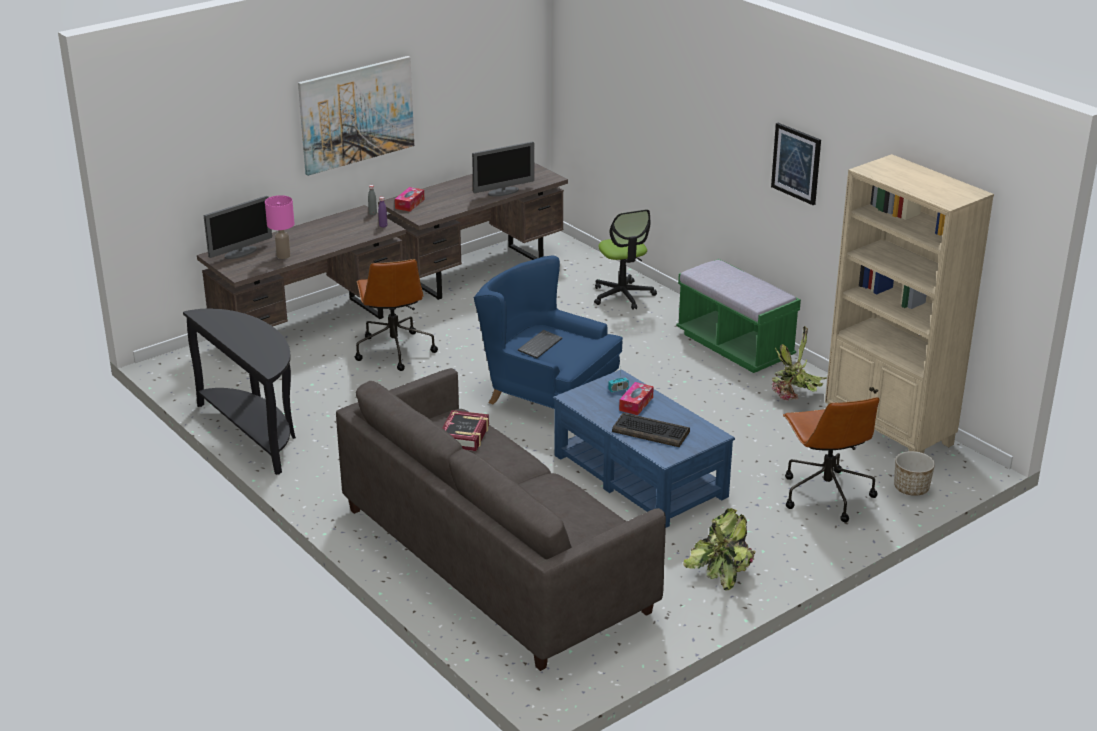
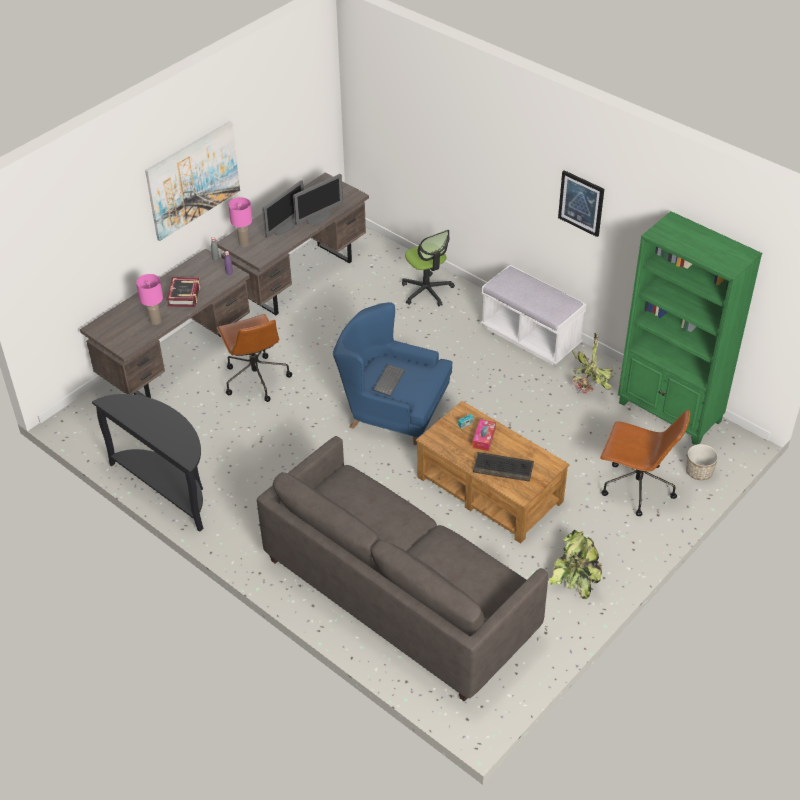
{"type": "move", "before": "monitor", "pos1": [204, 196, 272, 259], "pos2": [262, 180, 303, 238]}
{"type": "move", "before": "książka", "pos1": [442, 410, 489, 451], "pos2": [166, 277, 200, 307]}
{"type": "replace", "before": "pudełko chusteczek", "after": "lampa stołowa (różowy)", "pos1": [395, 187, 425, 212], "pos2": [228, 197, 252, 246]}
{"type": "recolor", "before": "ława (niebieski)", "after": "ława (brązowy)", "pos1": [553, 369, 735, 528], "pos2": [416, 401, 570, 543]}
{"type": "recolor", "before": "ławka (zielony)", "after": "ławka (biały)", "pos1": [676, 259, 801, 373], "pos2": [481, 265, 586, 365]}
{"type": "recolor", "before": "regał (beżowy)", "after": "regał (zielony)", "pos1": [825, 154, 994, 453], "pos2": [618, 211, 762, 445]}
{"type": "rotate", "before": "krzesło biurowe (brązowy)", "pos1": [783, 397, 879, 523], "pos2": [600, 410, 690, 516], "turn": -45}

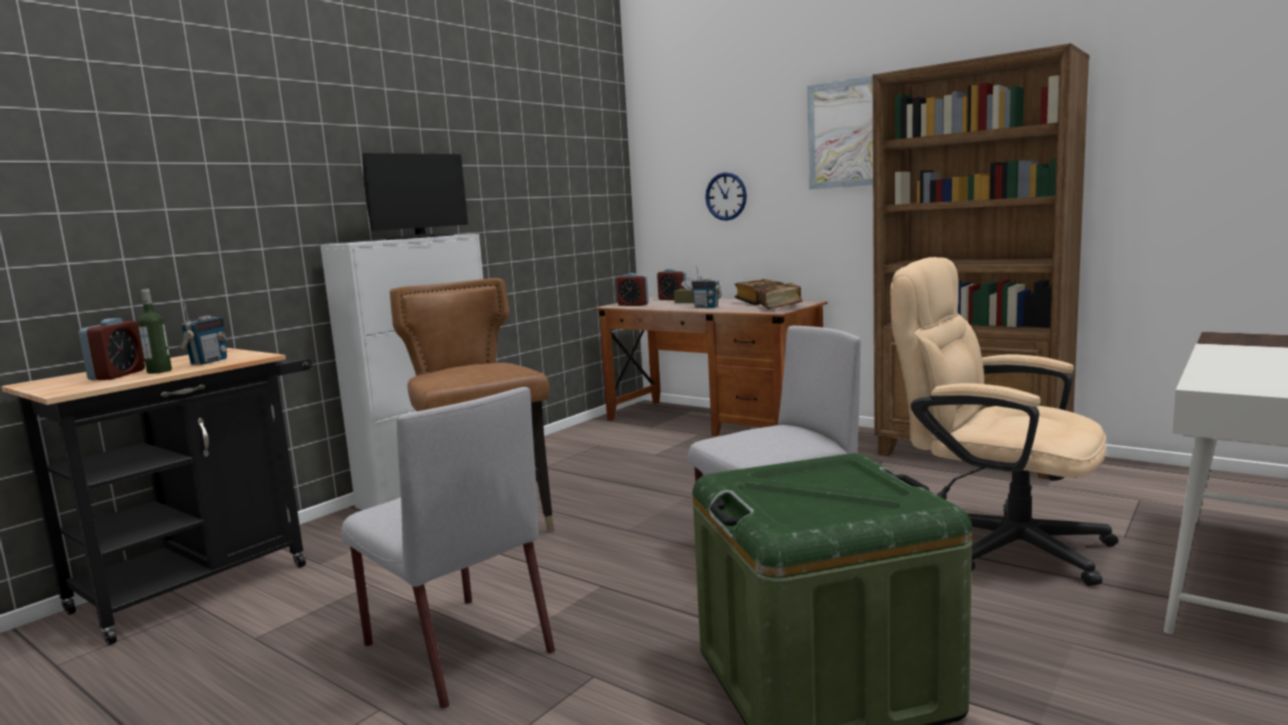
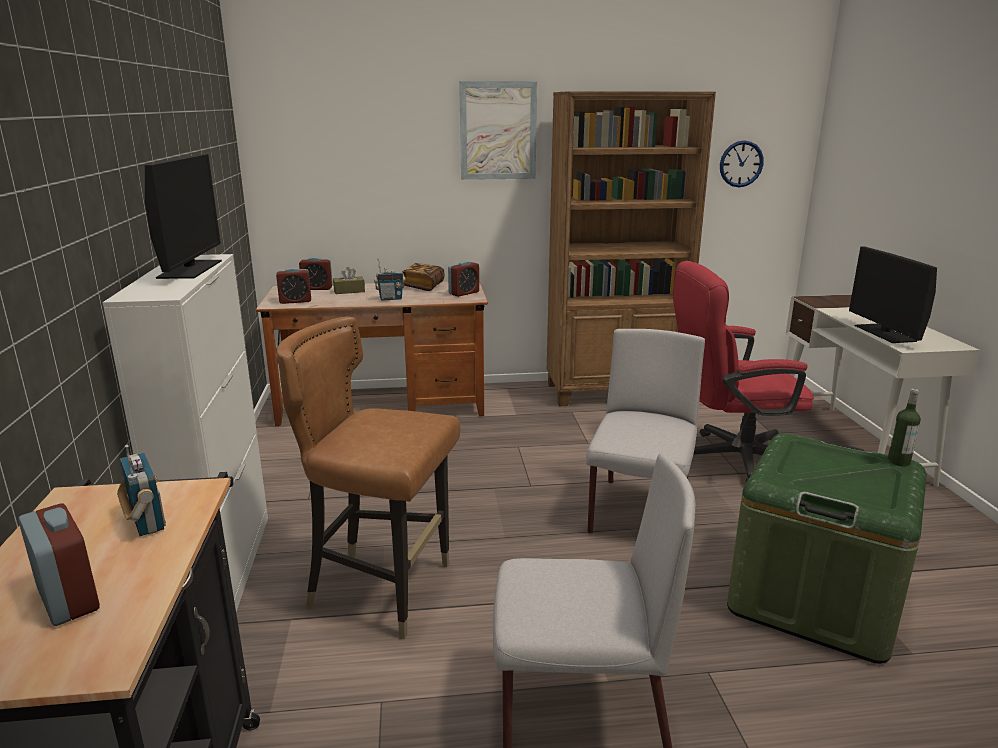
{"type": "insert", "after": "monitor", "pos2": [849, 246, 937, 343]}
{"type": "move", "before": "butelka", "pos1": [138, 289, 172, 374], "pos2": [888, 388, 921, 466]}
{"type": "move", "before": "zegar ścienny", "pos1": [705, 172, 747, 221], "pos2": [720, 140, 764, 187]}
{"type": "replace", "before": "książka", "after": "budzik", "pos1": [758, 283, 803, 310], "pos2": [448, 261, 479, 297]}
{"type": "recolor", "before": "krzesło biurowe (beżowy)", "after": "krzesło biurowe (czerwony)", "pos1": [890, 257, 1118, 586], "pos2": [673, 261, 814, 483]}

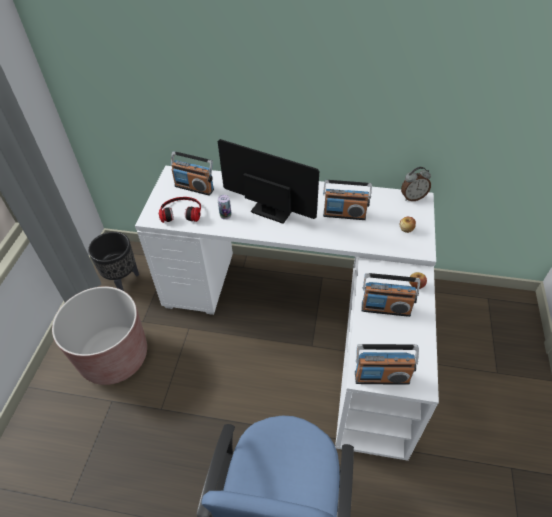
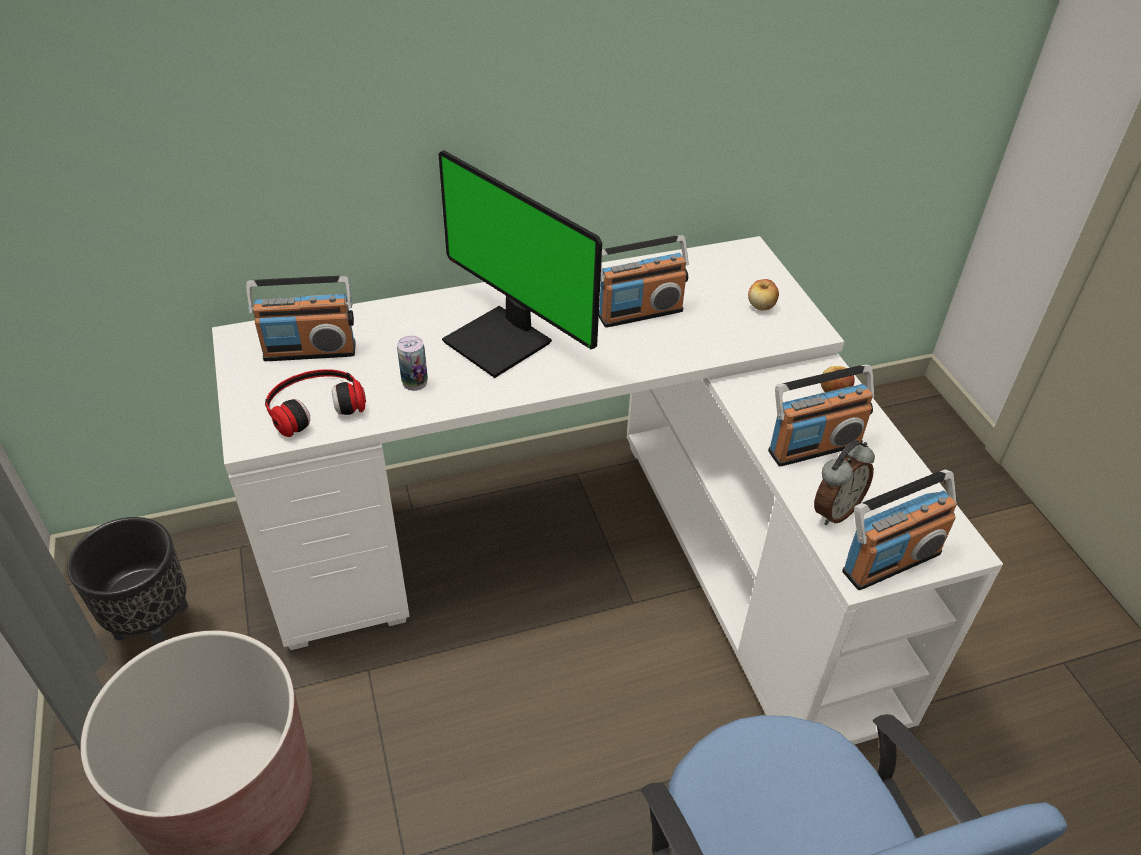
{"type": "move", "before": "budzik", "pos1": [401, 167, 431, 201], "pos2": [814, 440, 875, 525]}
{"type": "rotate", "before": "monitor", "pos1": [218, 139, 319, 224], "pos2": [438, 150, 602, 378], "turn": -135}

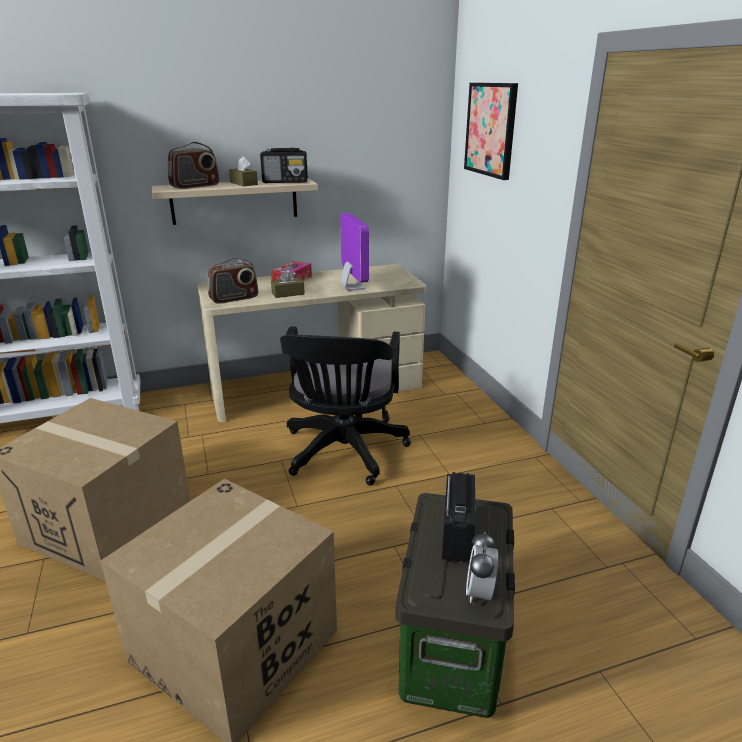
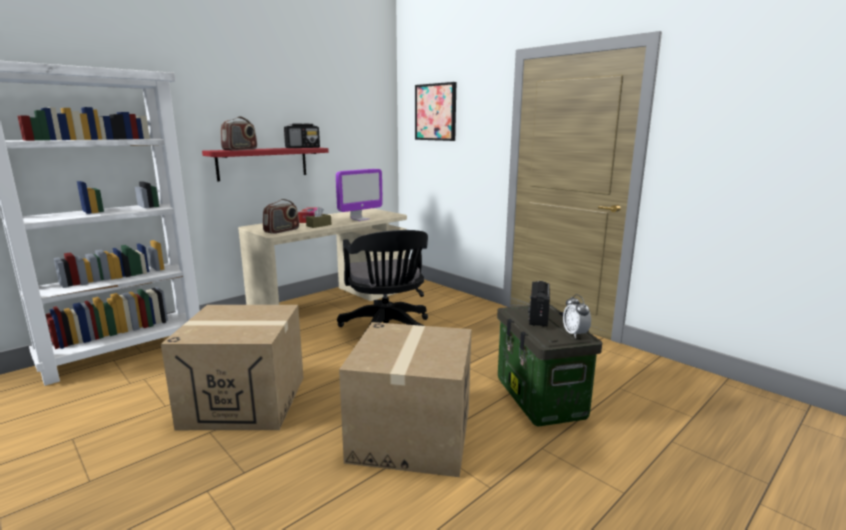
{"type": "delete", "before": "pudełko chusteczek (brązowy)", "pos1": [229, 157, 258, 186]}
{"type": "recolor", "before": "półka (beżowy)", "after": "półka (czerwony)", "pos1": [152, 178, 318, 225], "pos2": [202, 148, 329, 181]}
{"type": "rotate", "before": "monitor", "pos1": [340, 213, 369, 291], "pos2": [336, 169, 383, 221], "turn": 90}
{"type": "rotate", "before": "radio", "pos1": [442, 472, 476, 563], "pos2": [528, 281, 550, 327], "turn": -150}

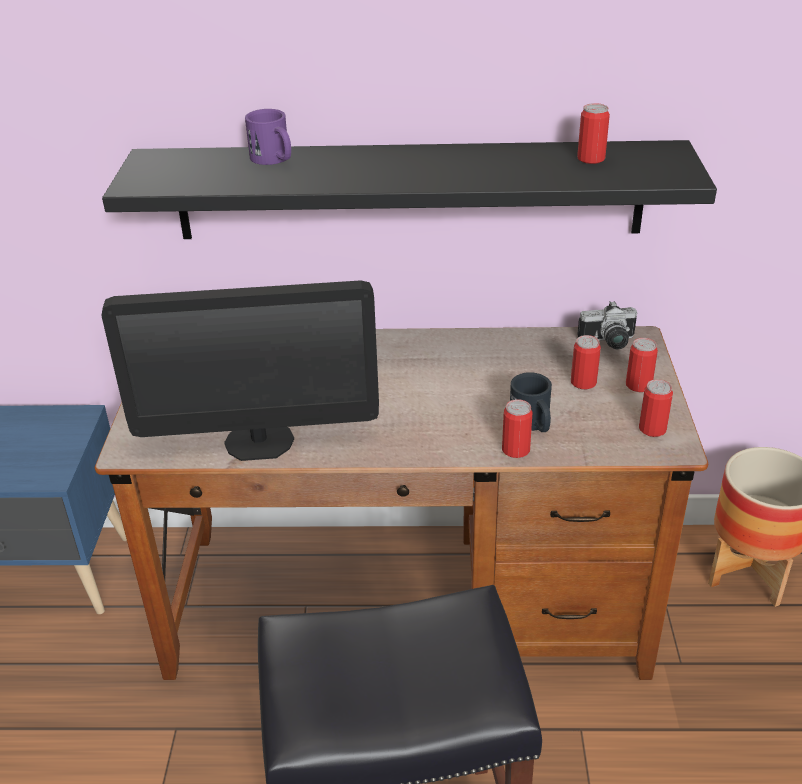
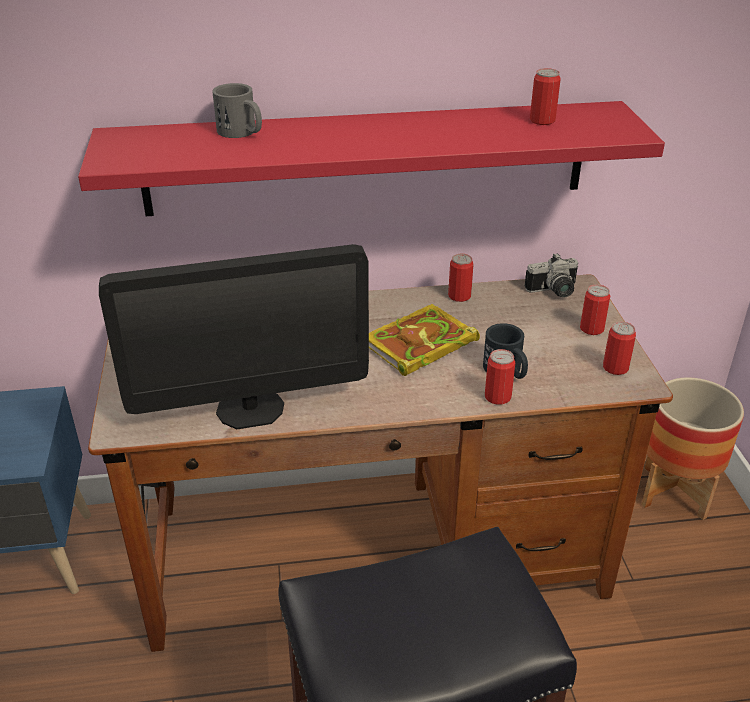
{"type": "insert", "after": "książka", "pos2": [369, 304, 480, 376]}
{"type": "move", "before": "puszka", "pos1": [571, 335, 601, 389], "pos2": [448, 254, 473, 302]}
{"type": "recolor", "before": "półka (czarny)", "after": "półka (czerwony)", "pos1": [102, 140, 717, 239], "pos2": [78, 101, 665, 216]}
{"type": "recolor", "before": "kubek (fioletowy)", "after": "kubek (szary)", "pos1": [245, 109, 291, 165], "pos2": [212, 83, 262, 138]}

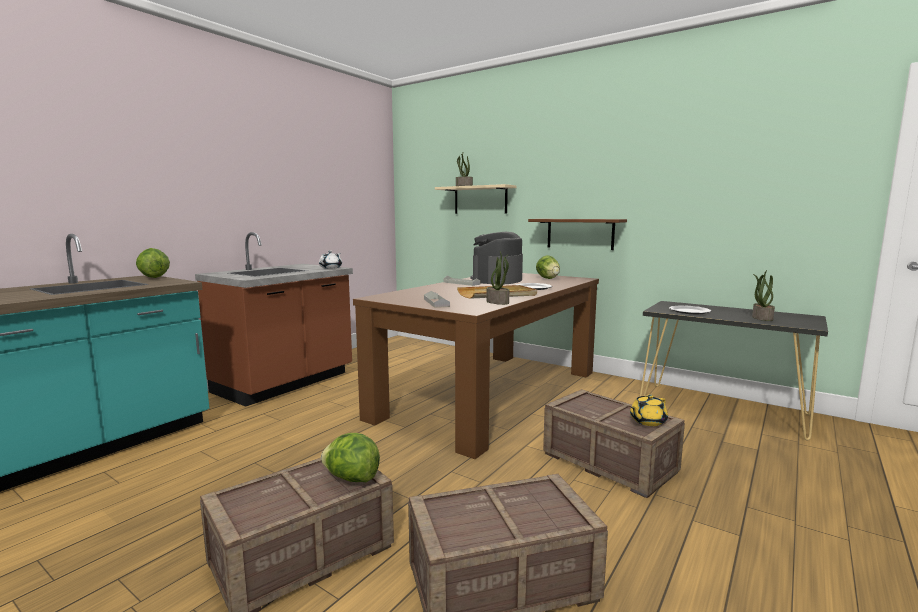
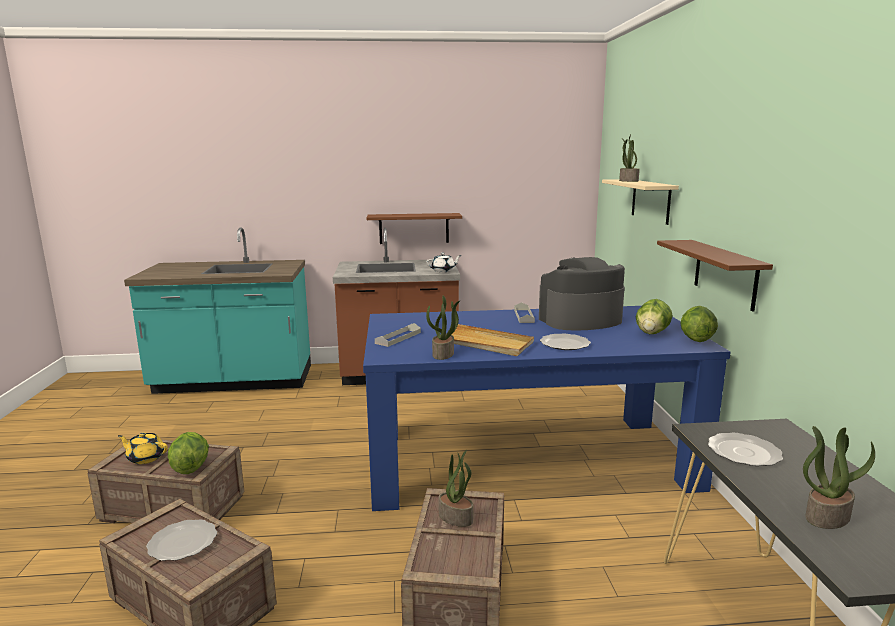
{"type": "insert", "after": "talerz", "pos2": [146, 519, 217, 561]}
{"type": "insert", "after": "półka (brązowy)", "pos2": [367, 213, 462, 244]}
{"type": "insert", "after": "roślina doniczkowa", "pos2": [439, 450, 473, 527]}
{"type": "move", "before": "sałata", "pos1": [136, 248, 170, 278], "pos2": [681, 306, 718, 342]}
{"type": "move", "before": "imbryk (żółty)", "pos1": [630, 394, 668, 426], "pos2": [118, 432, 168, 464]}
{"type": "recolor", "before": "stół jadalny (brązowy)", "after": "stół jadalny (niebieski)", "pos1": [353, 273, 599, 459], "pos2": [363, 306, 731, 511]}

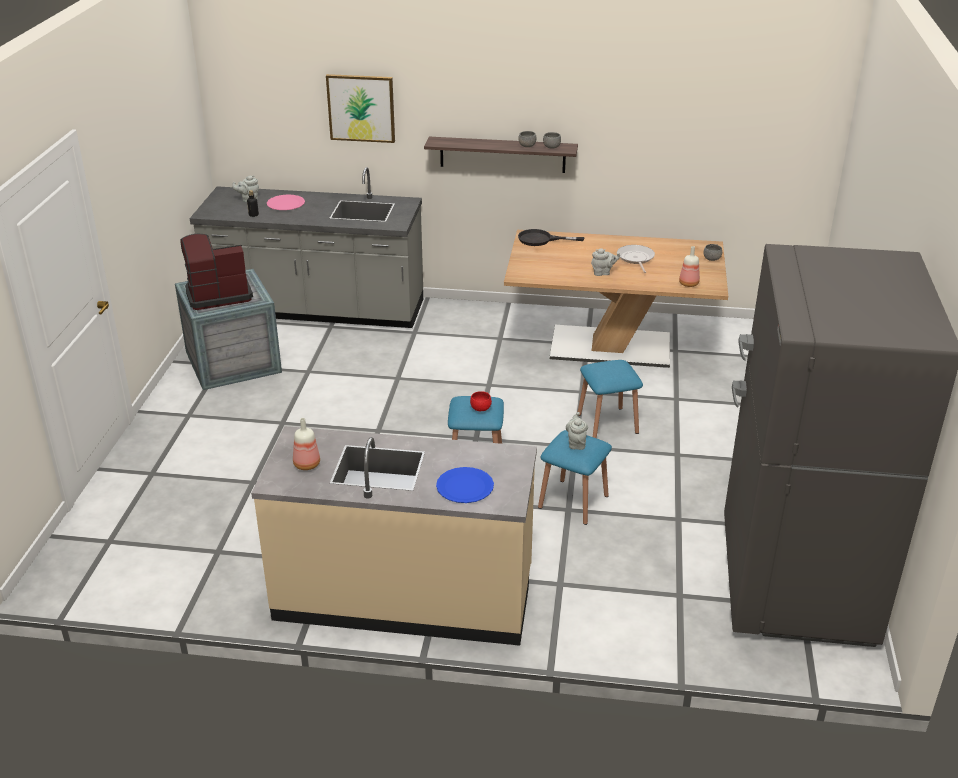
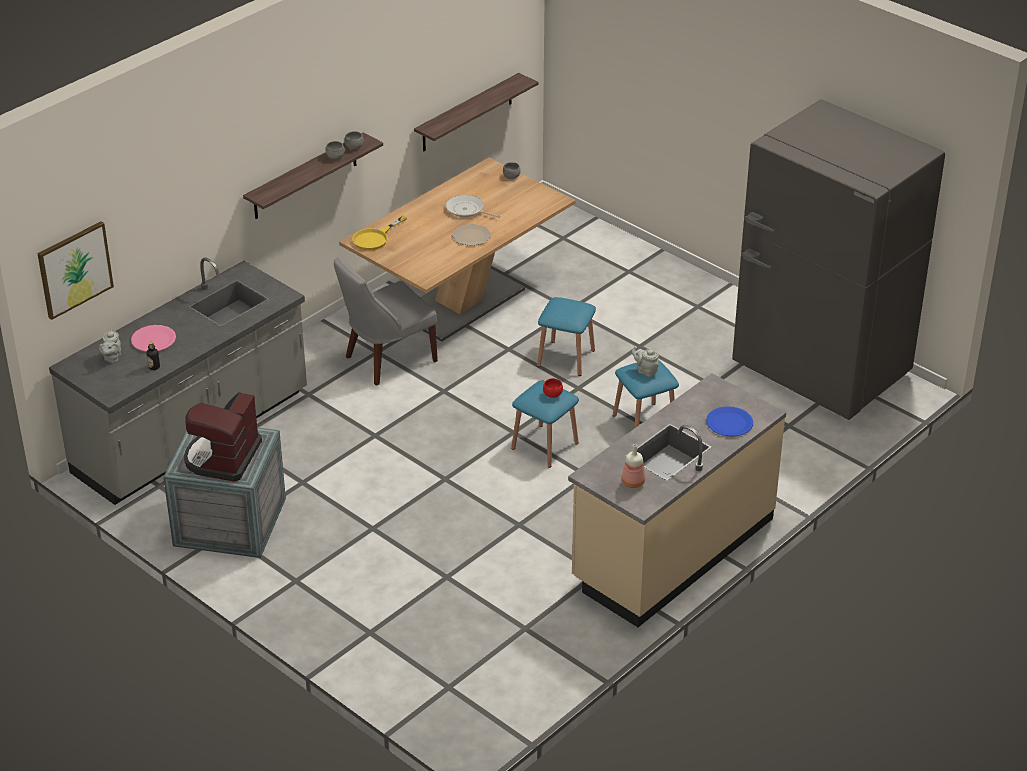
{"type": "delete", "before": "butelka", "pos1": [679, 246, 700, 287]}
{"type": "insert", "after": "krzesło (szary)", "pos2": [334, 258, 438, 385]}
{"type": "insert", "after": "półka", "pos2": [414, 73, 539, 151]}
{"type": "move", "before": "obraz", "pos1": [326, 74, 395, 143], "pos2": [37, 221, 114, 320]}
{"type": "replace", "before": "imbryk (szary)", "after": "talerz", "pos1": [591, 248, 620, 276], "pos2": [452, 224, 492, 246]}
{"type": "recolor", "before": "patelnia (czarny)", "after": "patelnia (żółty)", "pos1": [518, 229, 584, 246], "pos2": [352, 216, 407, 250]}

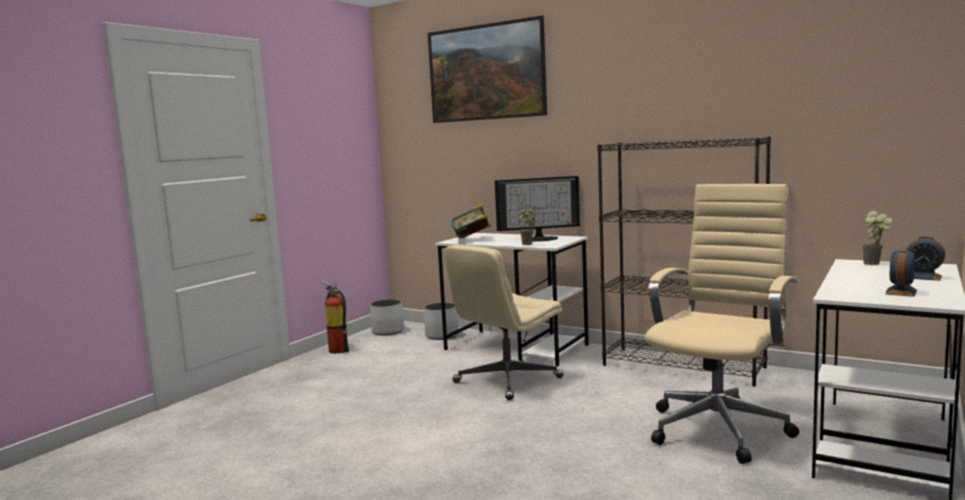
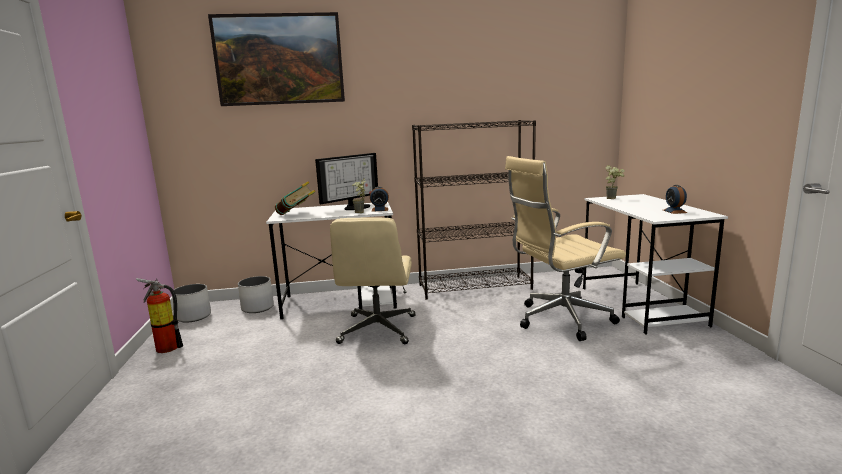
{"type": "move", "before": "budzik", "pos1": [907, 236, 946, 281], "pos2": [370, 187, 389, 212]}
{"type": "rotate", "before": "krzesło biurowe (beżowy)", "pos1": [645, 184, 799, 464], "pos2": [505, 156, 626, 341], "turn": -105}

